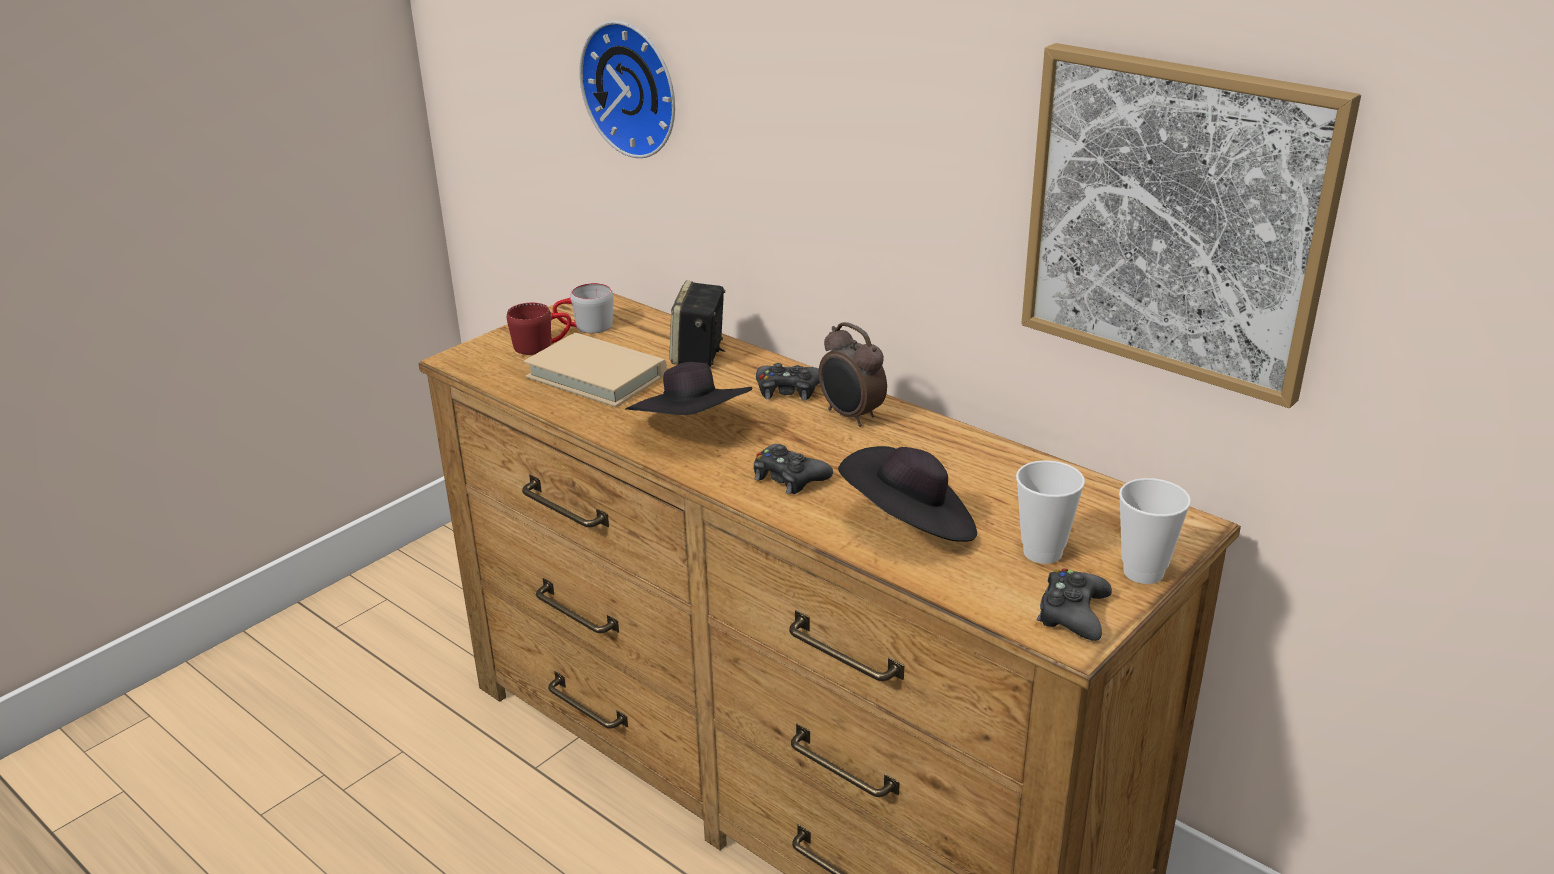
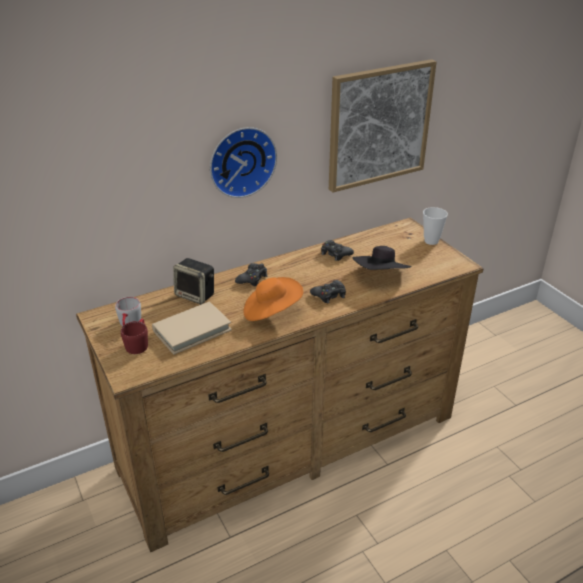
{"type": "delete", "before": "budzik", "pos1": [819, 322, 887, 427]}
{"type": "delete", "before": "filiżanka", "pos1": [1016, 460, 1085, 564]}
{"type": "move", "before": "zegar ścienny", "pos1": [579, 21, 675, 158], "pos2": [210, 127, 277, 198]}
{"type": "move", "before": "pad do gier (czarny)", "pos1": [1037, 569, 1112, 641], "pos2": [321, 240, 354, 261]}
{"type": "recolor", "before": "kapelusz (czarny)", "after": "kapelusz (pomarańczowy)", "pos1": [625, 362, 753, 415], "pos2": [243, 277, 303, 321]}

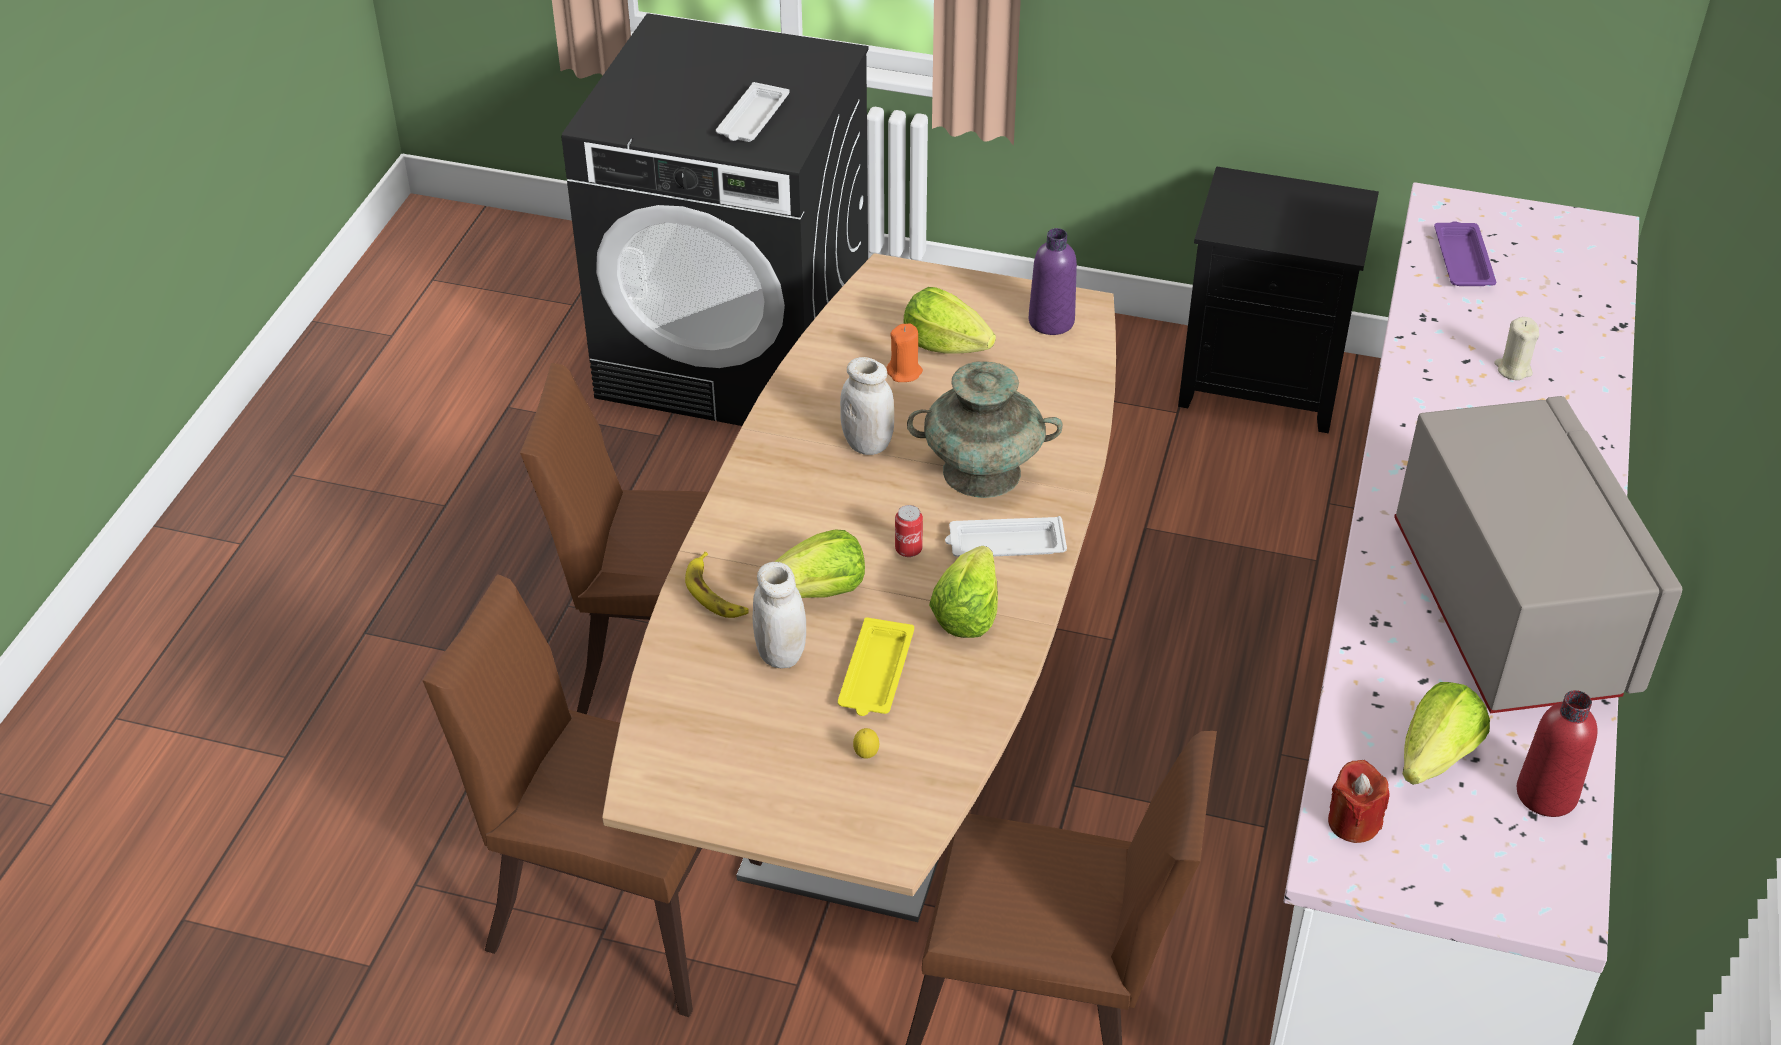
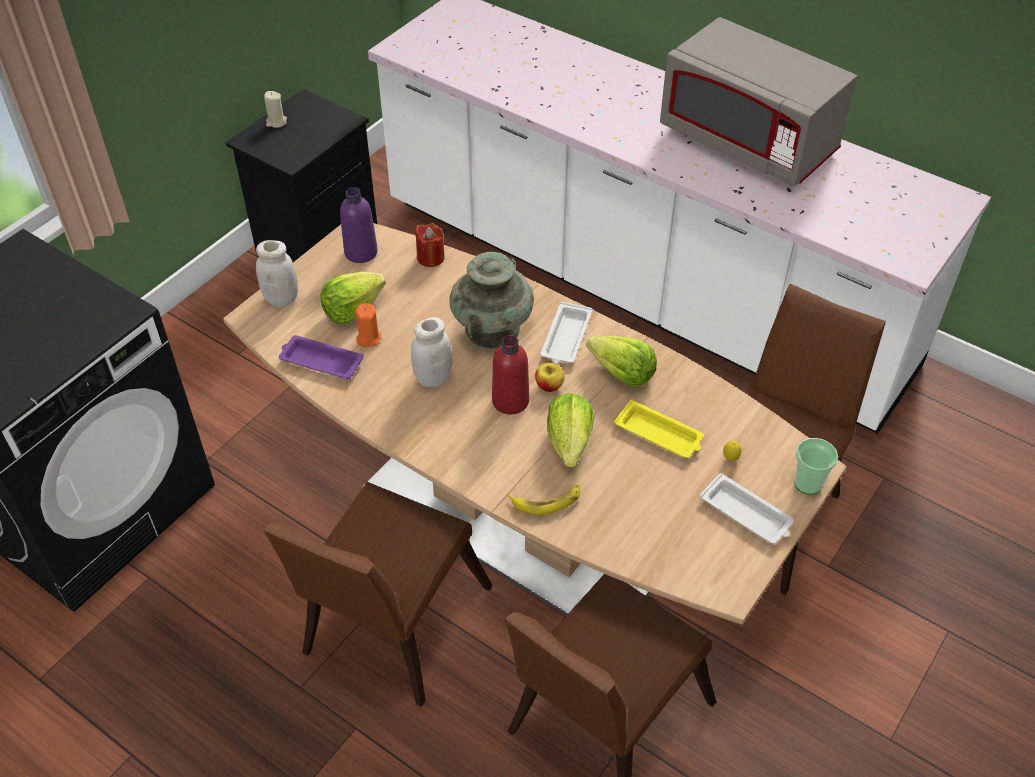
{"type": "delete", "before": "sałata", "pos1": [1402, 682, 1490, 785]}
{"type": "insert", "after": "filiżanka", "pos2": [794, 438, 838, 495]}
{"type": "move", "before": "taca (biały)", "pos1": [716, 82, 790, 142], "pos2": [700, 473, 794, 544]}
{"type": "move", "before": "słoik (biały)", "pos1": [752, 562, 806, 668], "pos2": [256, 240, 298, 307]}
{"type": "move", "before": "świeca (czerwony)", "pos1": [1328, 760, 1390, 843], "pos2": [415, 223, 445, 267]}
{"type": "move", "before": "taca (fioletowy)", "pos1": [1434, 221, 1497, 286], "pos2": [279, 335, 364, 379]}
{"type": "move", "before": "świeca (beżowy)", "pos1": [1494, 317, 1539, 380], "pos2": [264, 91, 287, 128]}
{"type": "move", "before": "butelka (czerwony)", "pos1": [1517, 690, 1597, 817], "pos2": [492, 335, 529, 414]}
{"type": "replace", "before": "puszka", "after": "jabłko", "pos1": [895, 505, 923, 557], "pos2": [535, 363, 564, 392]}
{"type": "rotate", "before": "mikrofalówka (szary)", "pos1": [1394, 396, 1682, 713], "pos2": [660, 17, 857, 186], "turn": -150}

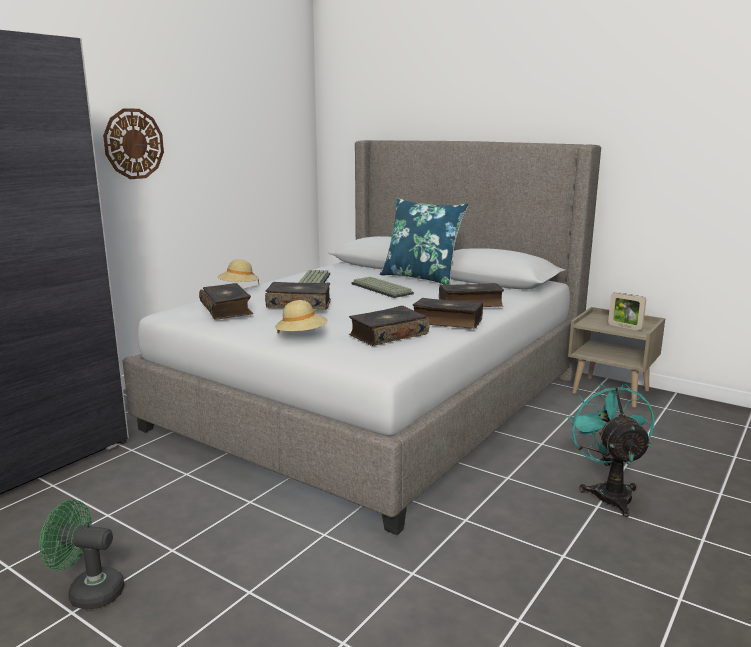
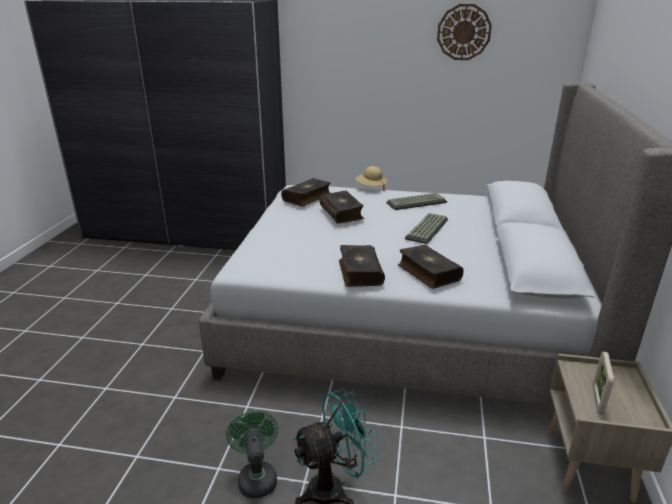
{"type": "delete", "before": "kapelusz (beżowy)", "pos1": [275, 300, 328, 334]}
{"type": "delete", "before": "książka", "pos1": [349, 306, 430, 346]}
{"type": "delete", "before": "poduszka (niebieski)", "pos1": [380, 198, 468, 285]}
{"type": "move", "before": "wentylator (zielony)", "pos1": [39, 500, 124, 609], "pos2": [226, 411, 278, 499]}
{"type": "move", "before": "zegar ścienny", "pos1": [103, 108, 164, 179], "pos2": [437, 4, 492, 60]}

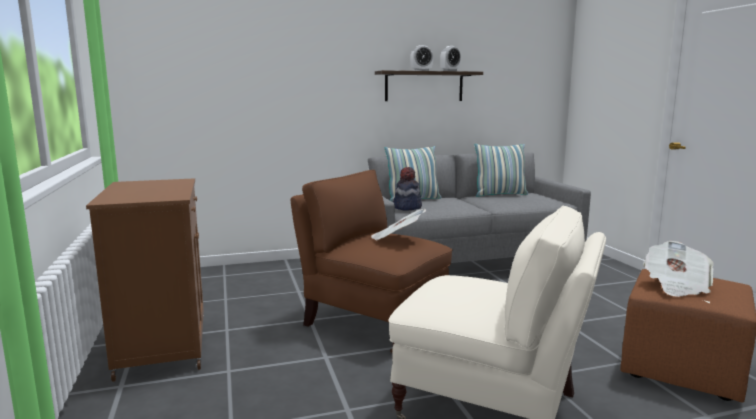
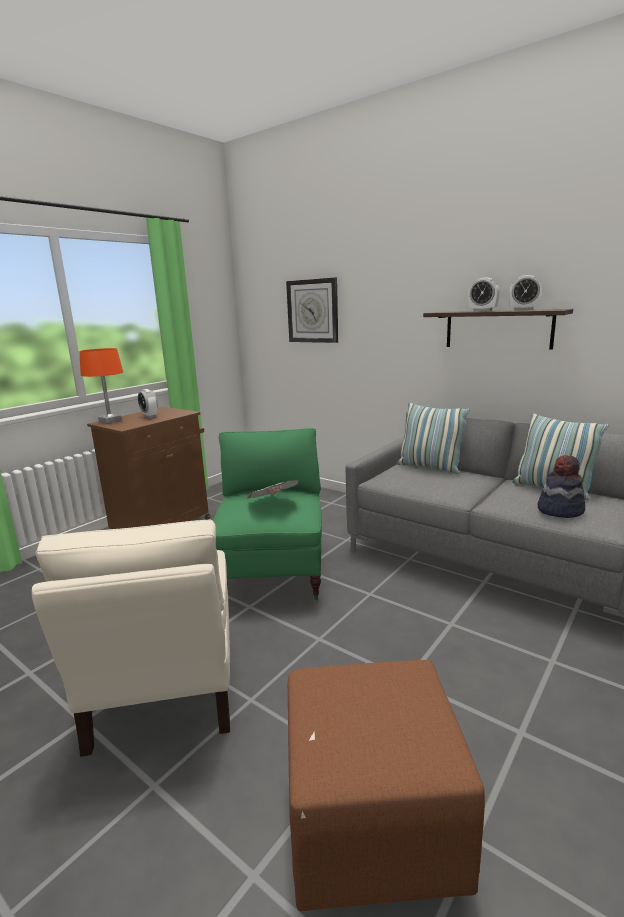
{"type": "delete", "before": "gazeta", "pos1": [643, 241, 714, 297]}
{"type": "insert", "after": "lampa stołowa (pomarańczowy)", "pos2": [79, 348, 123, 424]}
{"type": "insert", "after": "budzik", "pos2": [138, 389, 158, 418]}
{"type": "insert", "after": "zegar ścienny", "pos2": [286, 278, 338, 343]}
{"type": "move", "before": "kapelusz", "pos1": [393, 167, 422, 210], "pos2": [538, 455, 585, 518]}
{"type": "recolor", "before": "fotel (brązowy)", "after": "fotel (zielony)", "pos1": [291, 170, 452, 353], "pos2": [213, 428, 322, 600]}

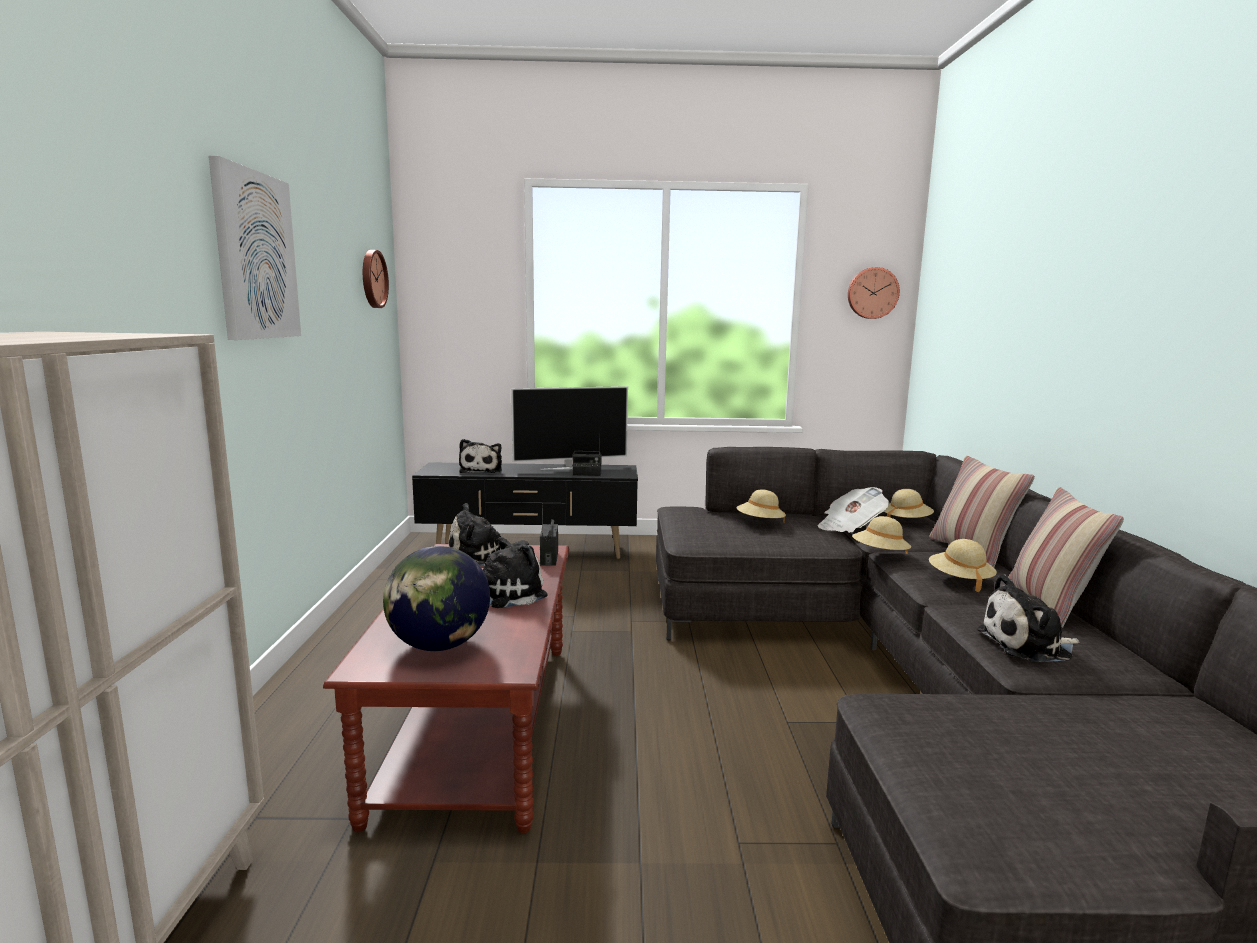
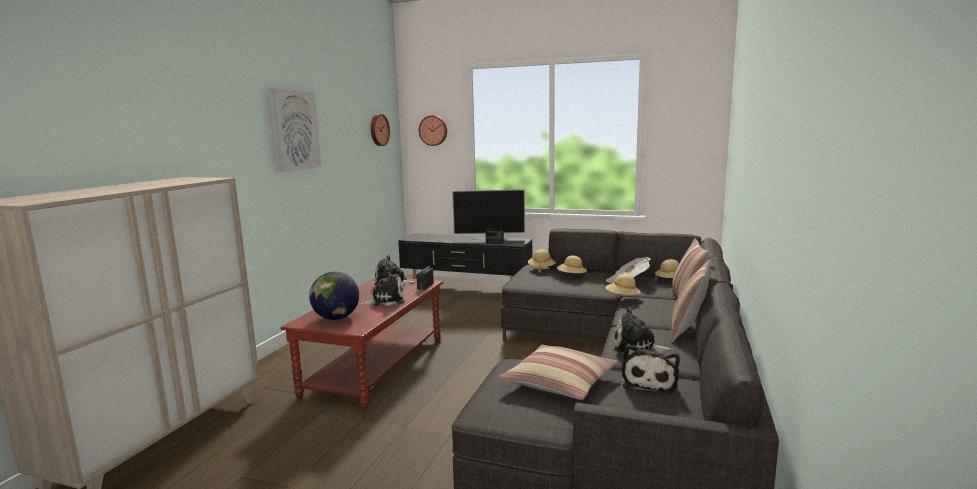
{"type": "insert", "after": "poduszka", "pos2": [499, 345, 618, 400]}
{"type": "move", "before": "pluszak", "pos1": [459, 439, 502, 473], "pos2": [622, 344, 680, 394]}
{"type": "move", "before": "zegar ścienny", "pos1": [848, 267, 900, 319], "pos2": [419, 115, 447, 146]}
{"type": "move", "before": "kapelusz (beżowy)", "pos1": [929, 539, 997, 592], "pos2": [528, 249, 556, 273]}

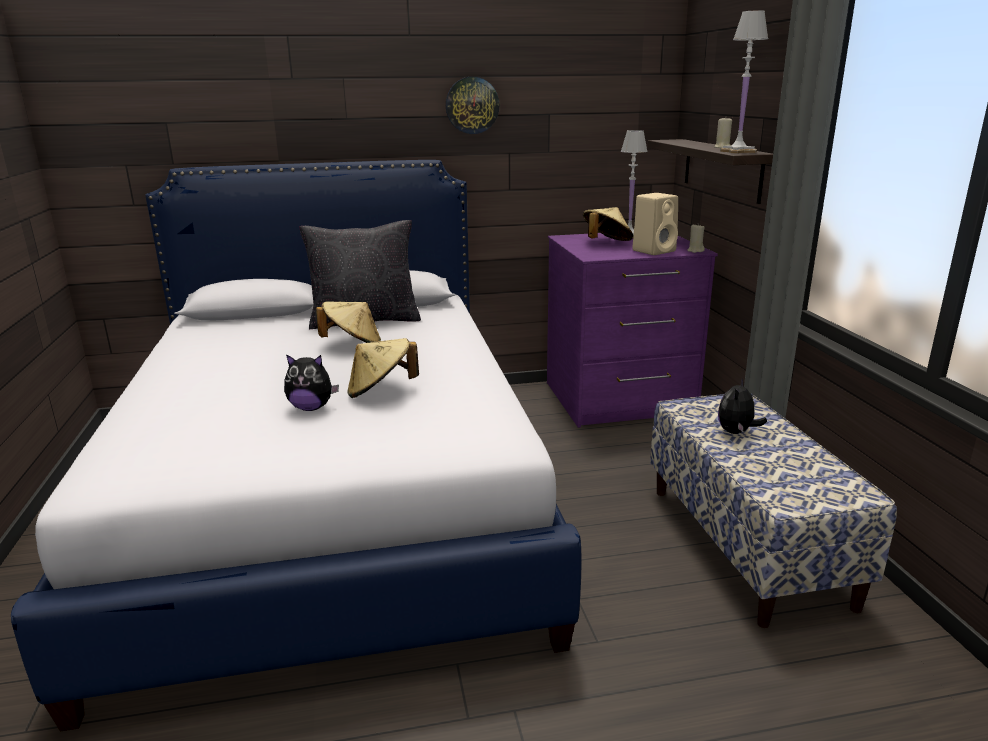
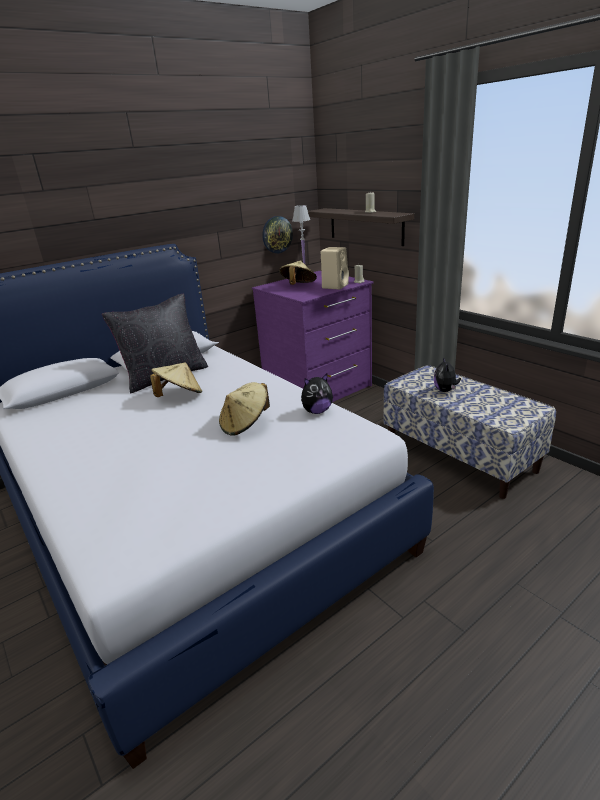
{"type": "delete", "before": "lampa stołowa (biały)", "pos1": [720, 10, 768, 154]}
{"type": "move", "before": "pluszak", "pos1": [284, 354, 339, 411], "pos2": [301, 374, 333, 414]}
{"type": "move", "before": "zegar ścienny", "pos1": [446, 77, 500, 134], "pos2": [262, 216, 293, 253]}

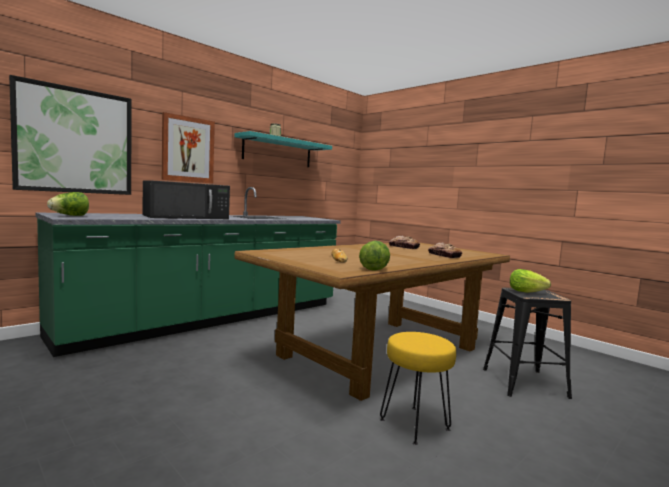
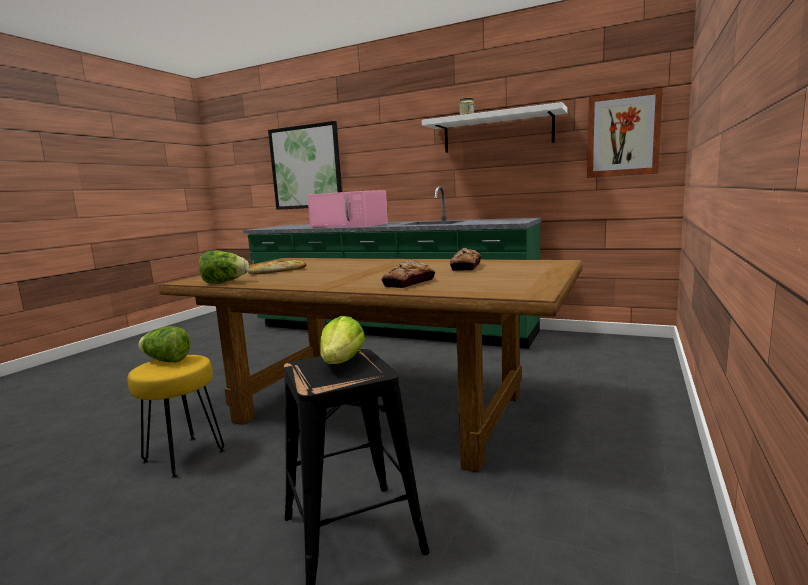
{"type": "move", "before": "sałata", "pos1": [47, 192, 89, 216], "pos2": [138, 326, 191, 362]}
{"type": "move", "before": "obraz", "pos1": [162, 112, 215, 183], "pos2": [587, 87, 663, 178]}
{"type": "recolor", "before": "mikrofalówka (czarny)", "after": "mikrofalówka (różowy)", "pos1": [143, 180, 230, 219], "pos2": [307, 190, 388, 227]}
{"type": "recolor", "before": "półka (turkusowy)", "after": "półka (biały)", "pos1": [234, 131, 332, 167], "pos2": [422, 102, 568, 153]}

